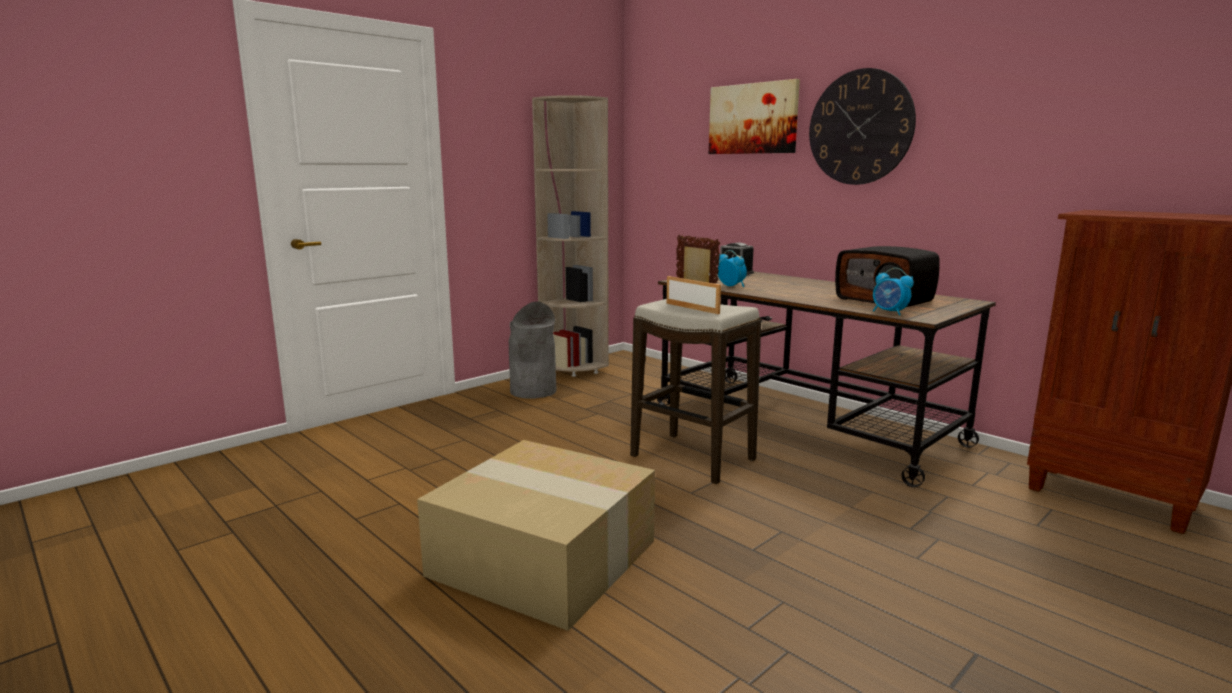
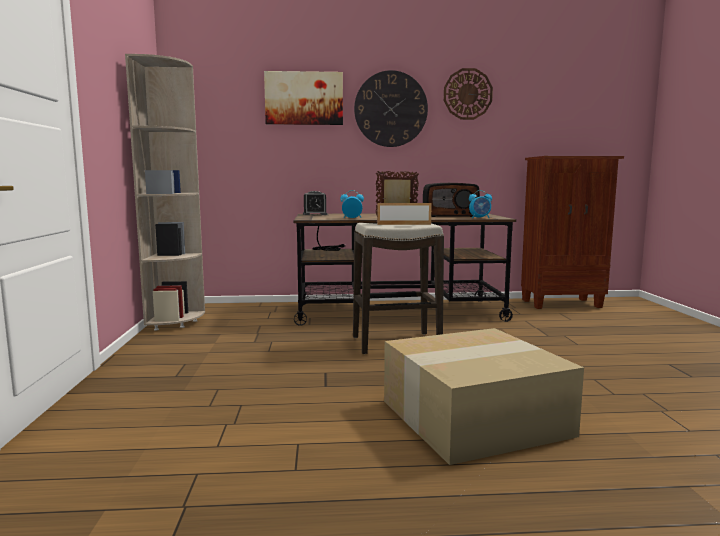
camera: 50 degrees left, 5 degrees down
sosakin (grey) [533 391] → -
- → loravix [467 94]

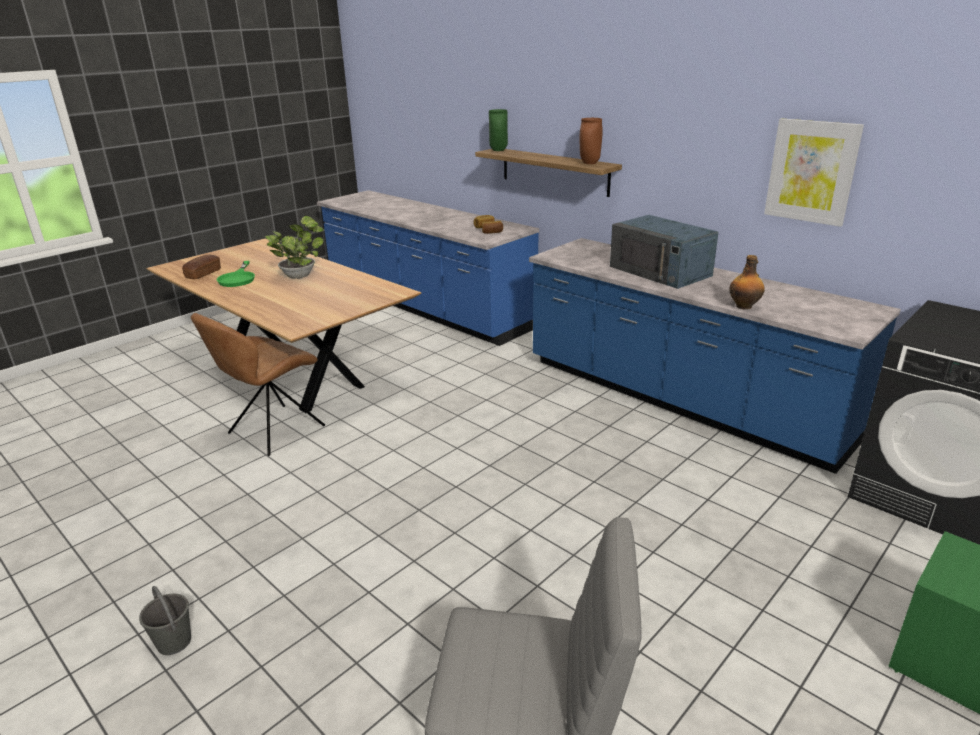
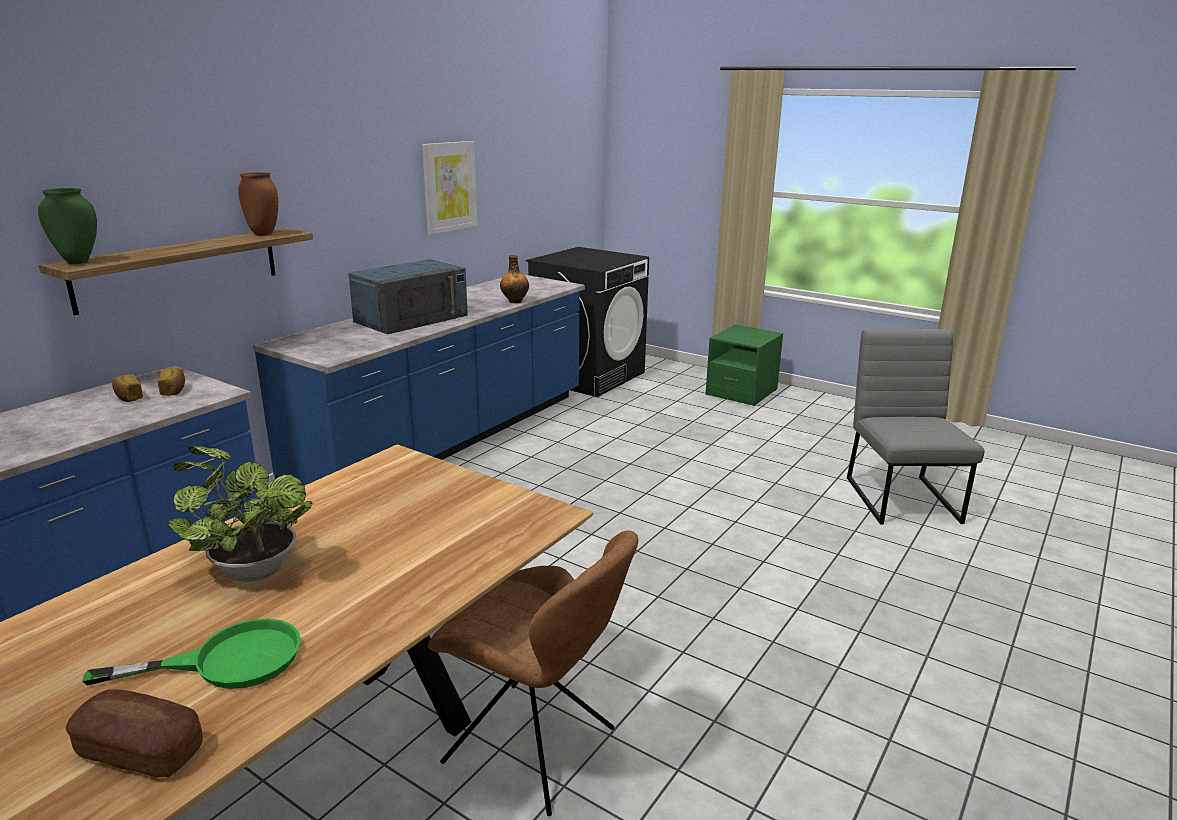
camera: 100 degrees left, 5 degrees down
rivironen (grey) [174 642] → -

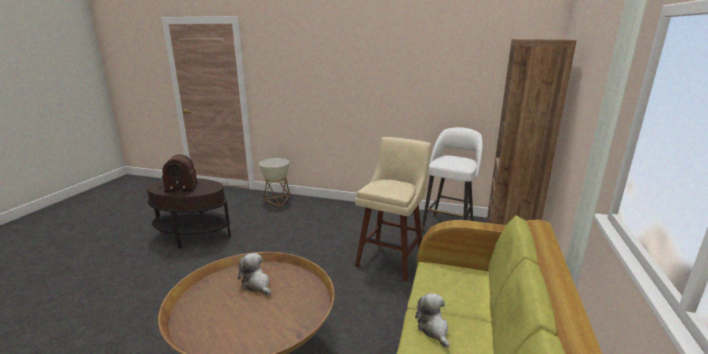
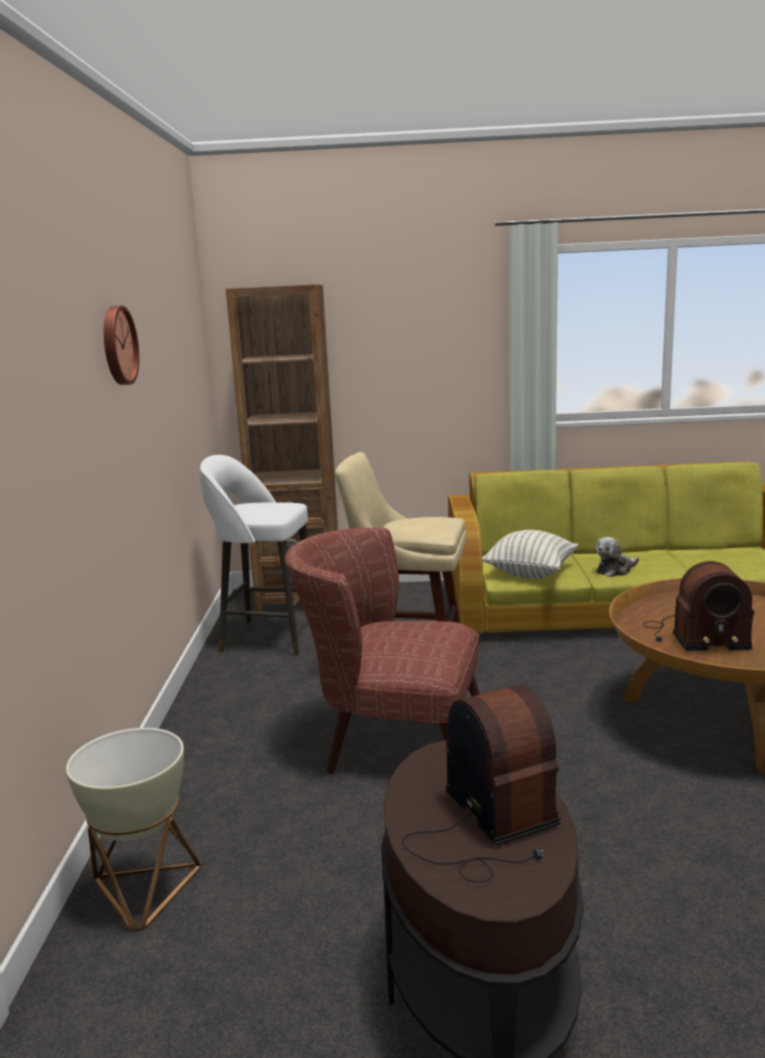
camera: 105 degrees left, 5 degrees down
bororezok [256 284] → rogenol [694 636]
- → loravix [117 345]
- → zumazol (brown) [390 741]
- → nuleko [530 573]

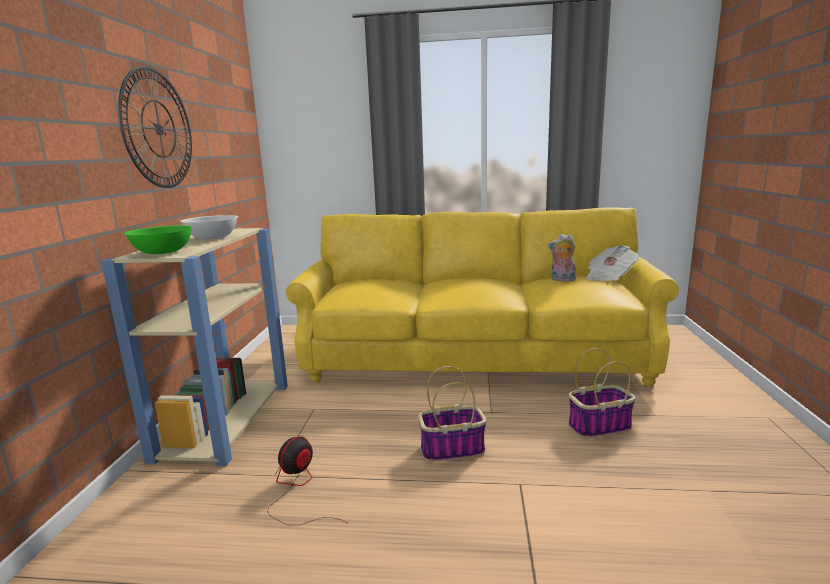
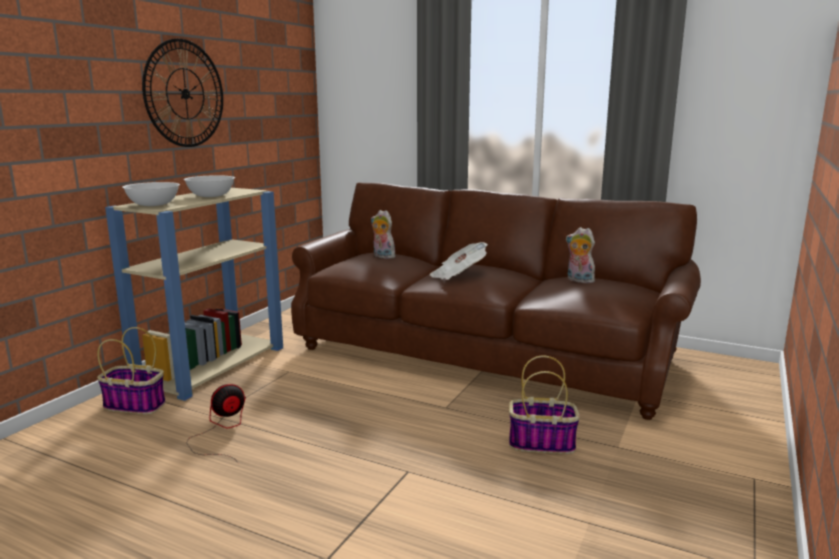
camera: 20 degrees right, 0 degrees up
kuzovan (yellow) [474 357] → kuzovan (brown) [483 354]
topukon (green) [163 252] → topukon (white) [154 205]
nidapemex [608 277] → nidapemex [458 275], move
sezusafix [453 449] → sezusafix [136 405], move
- → bororezok [382 256]

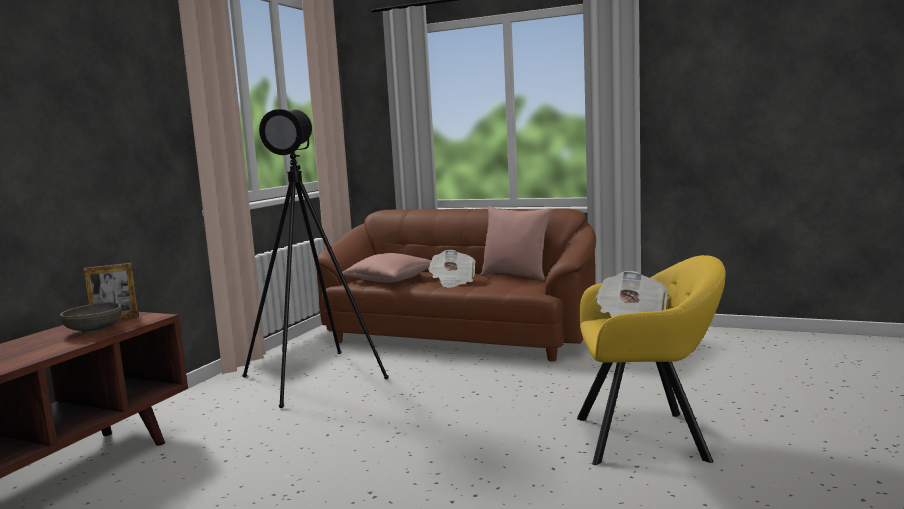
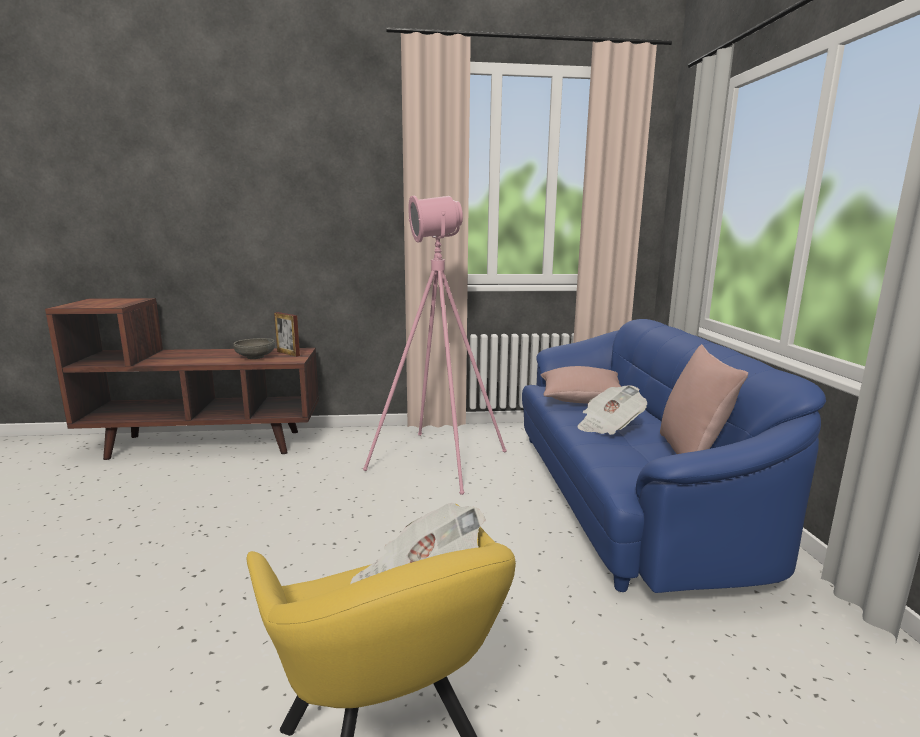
camera: 60 degrees right, 5 degrees up
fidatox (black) [313 378] → fidatox (pink) [437 461]
kuzovan (brown) [457 336] → kuzovan (blue) [624 494]

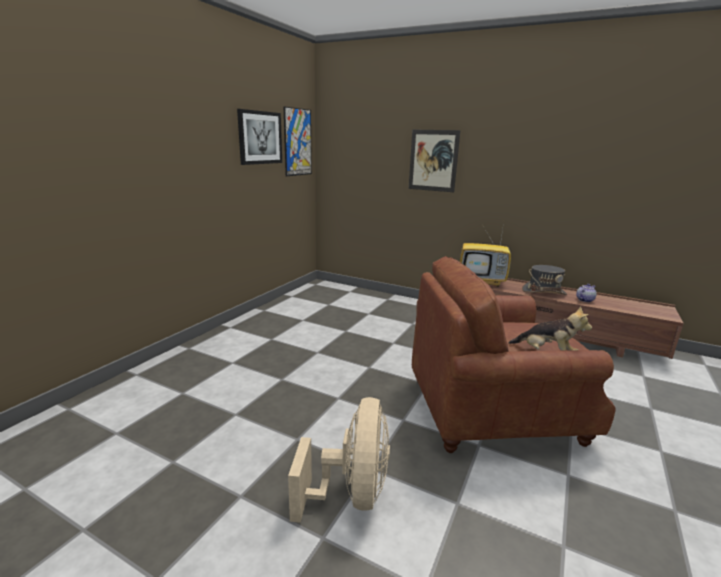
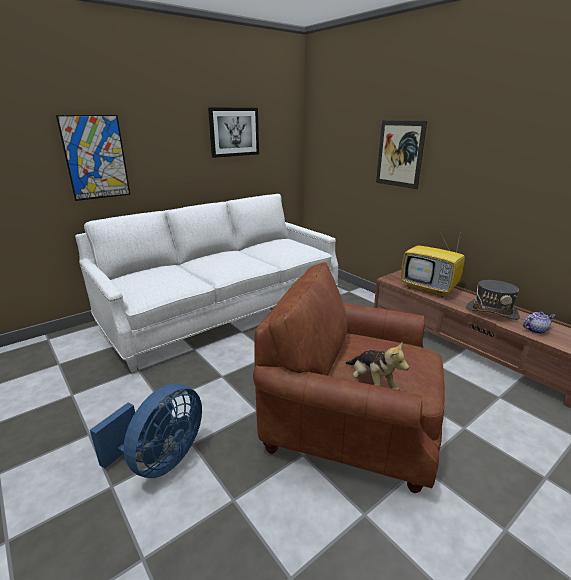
camera: 25 degrees right, 5 degrees up
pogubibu [298 142] → pogubibu [96 157], move
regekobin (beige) [351 494] → regekobin (blue) [160 460]
- → kuzovan (white) [222 309]

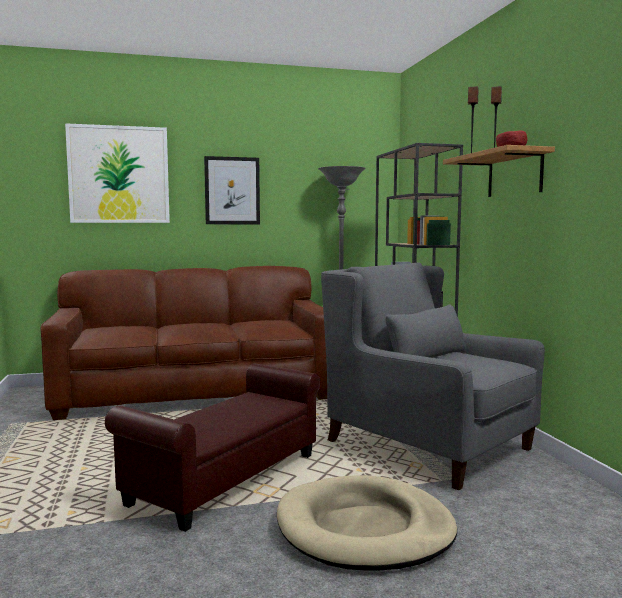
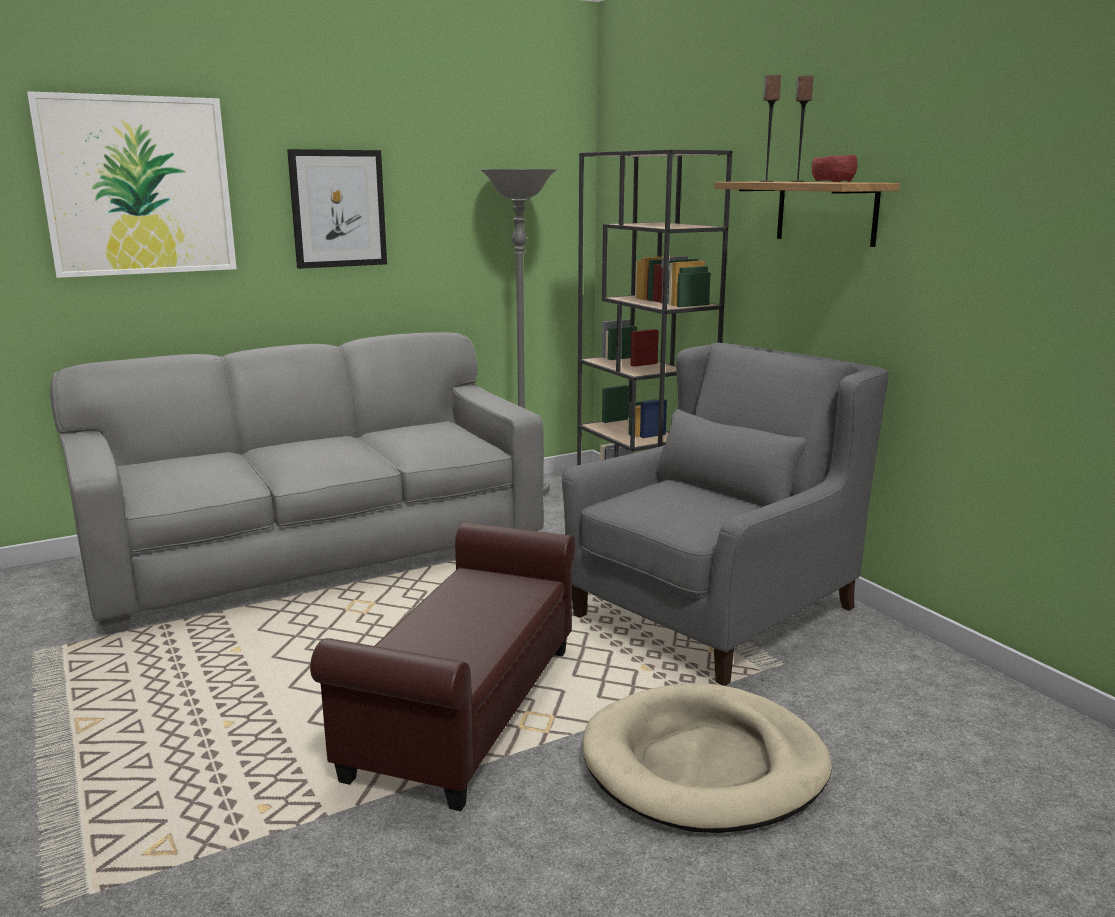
camera: 15 degrees left, 10 degrees up
zumazol (grey) [428 445] → zumazol (grey) [714 612], 105 degrees clockwise
kuzovan (brown) [195 392] → kuzovan (grey) [316 552]

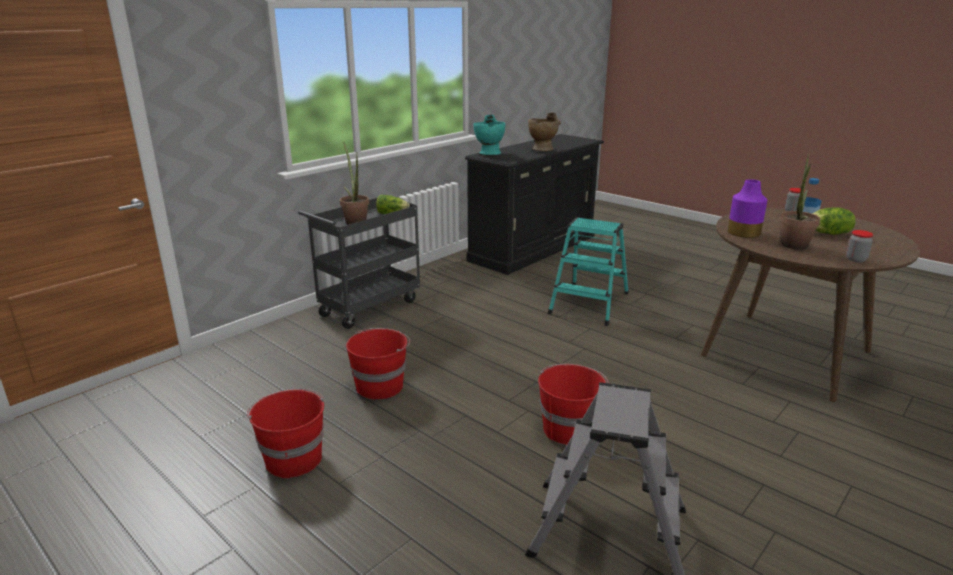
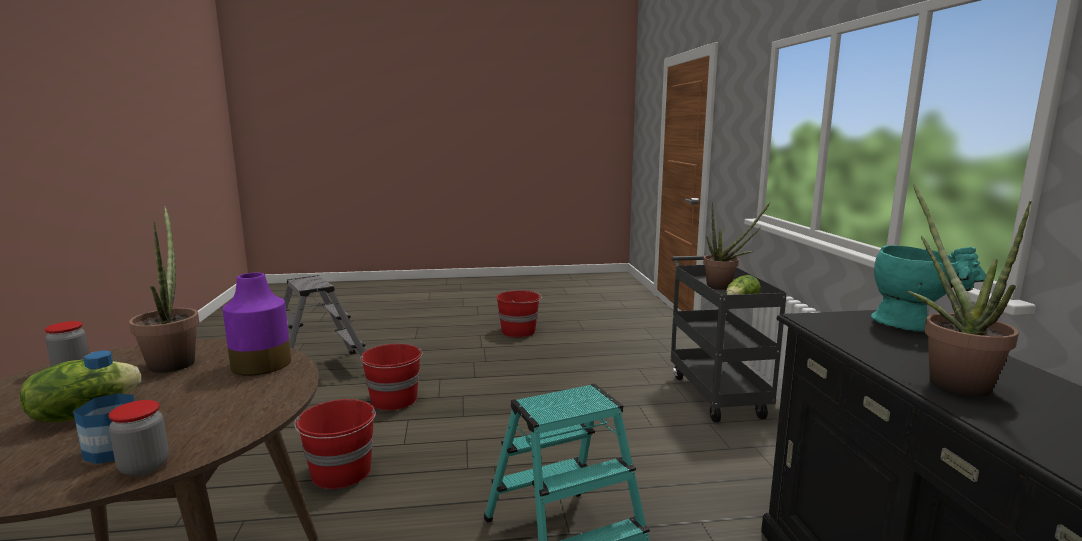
camera: 130 degrees right, 10 degrees down
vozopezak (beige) [543 149] → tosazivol [948 381]
rivironen (red) [380 386] → rivironen (red) [341 473], move

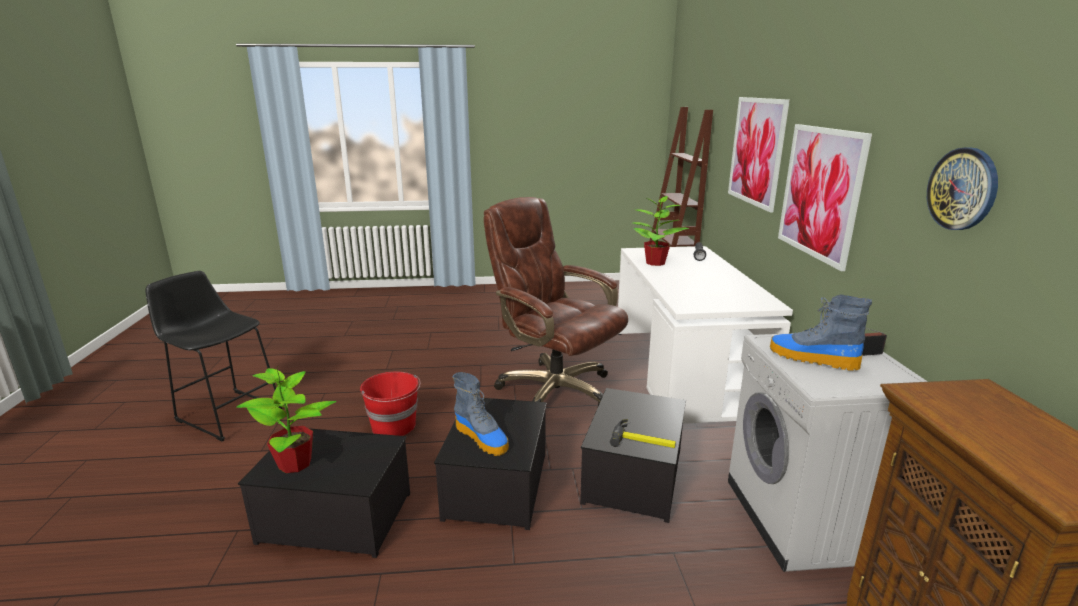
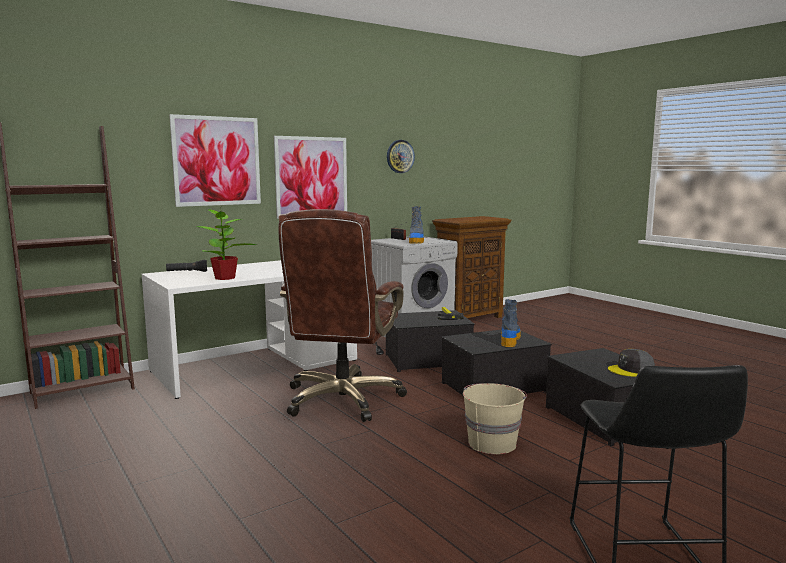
camera: 120 degrees left, 10 degrees down
tosazivol [296 464] → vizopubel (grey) [631 370]
rivironen (red) [394 426] → rivironen (beige) [492 442]

